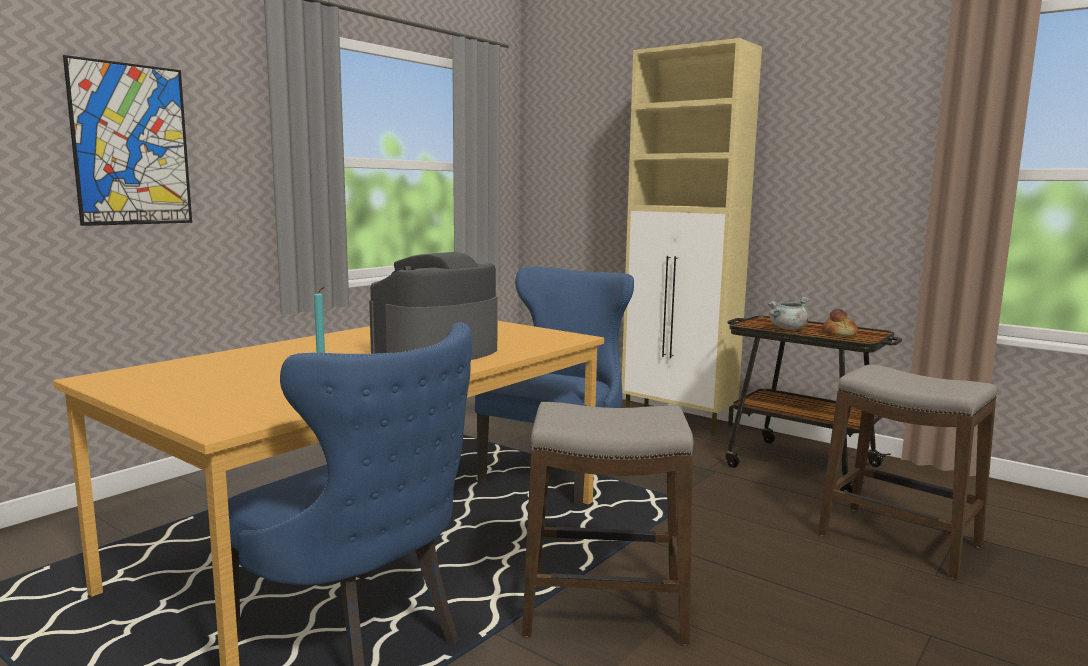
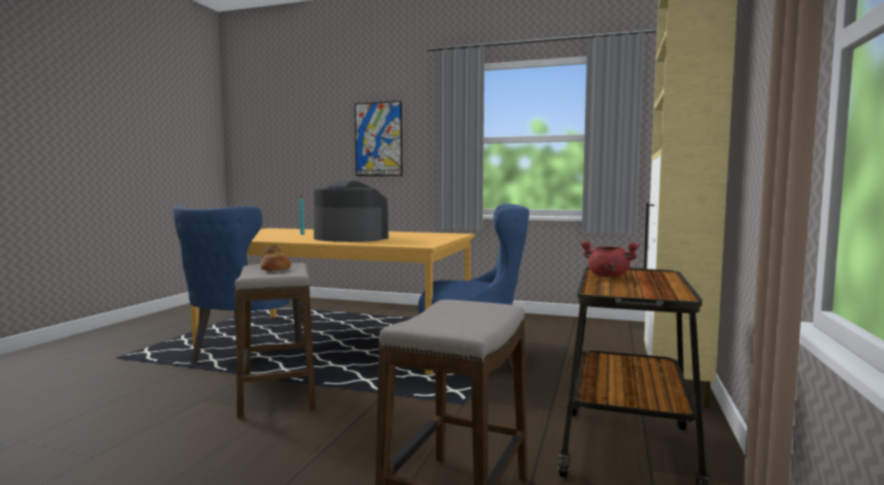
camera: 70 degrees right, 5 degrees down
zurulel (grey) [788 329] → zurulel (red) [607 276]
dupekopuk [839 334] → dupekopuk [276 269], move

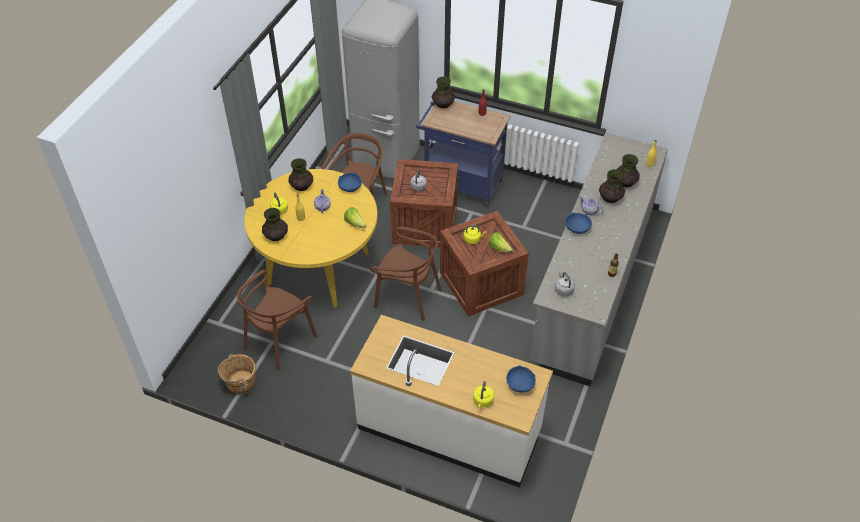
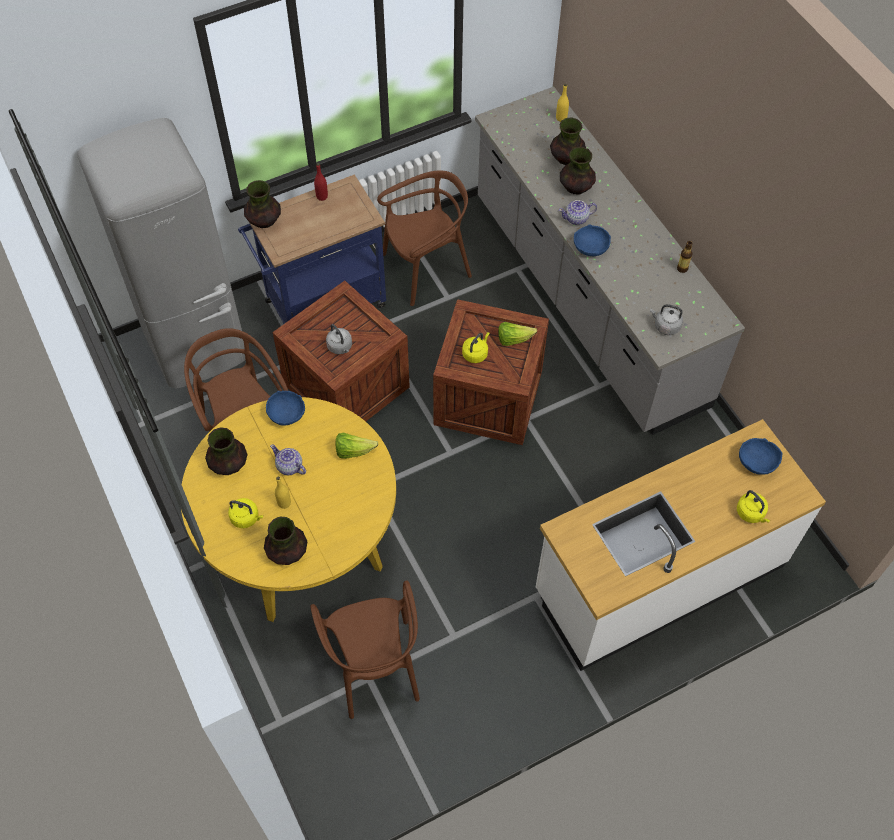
camera: 50 degrees left, 10 degrees up
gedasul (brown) [407 296] → gedasul (brown) [426 268], move
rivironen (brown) [240 383] → -

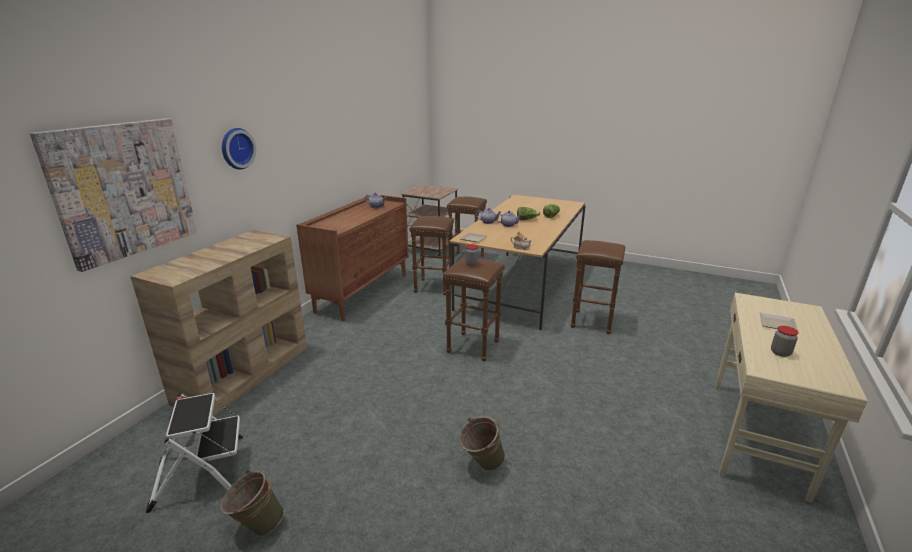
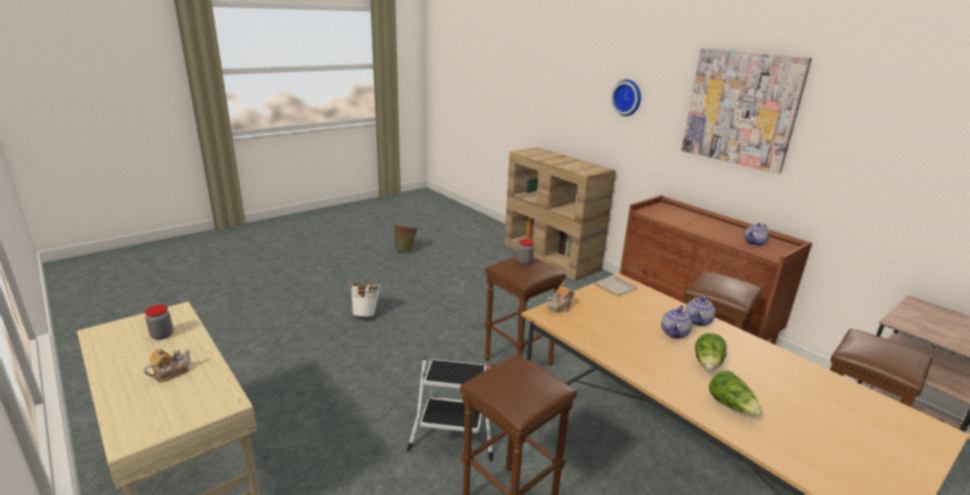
camera: 115 degrees right, 0 degrees up
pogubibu [124 190] → pogubibu [741 108], move
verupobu [778 325] → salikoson [171 373]
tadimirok [201 472] → tadimirok [455 428], move
rivironen (green) [481 465] → rivironen (white) [366 314]

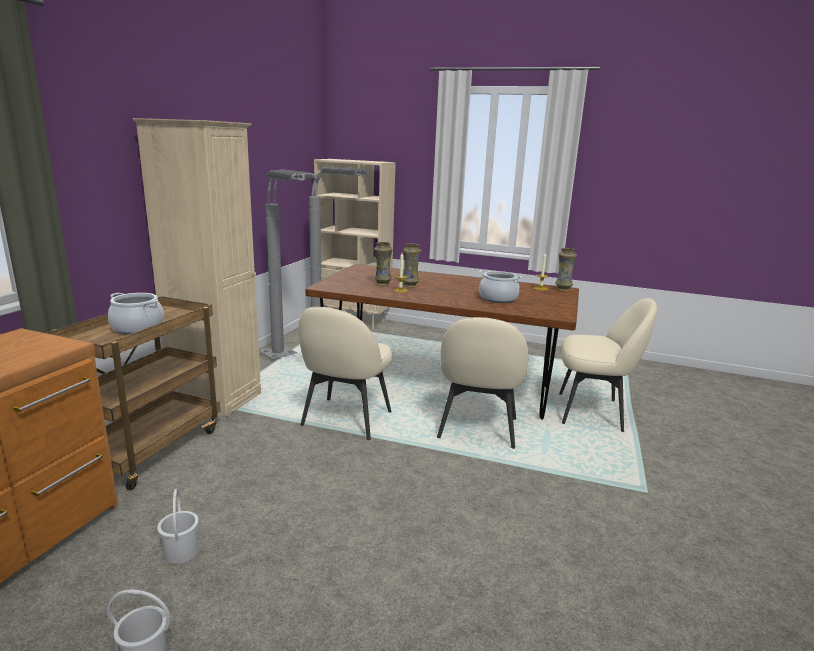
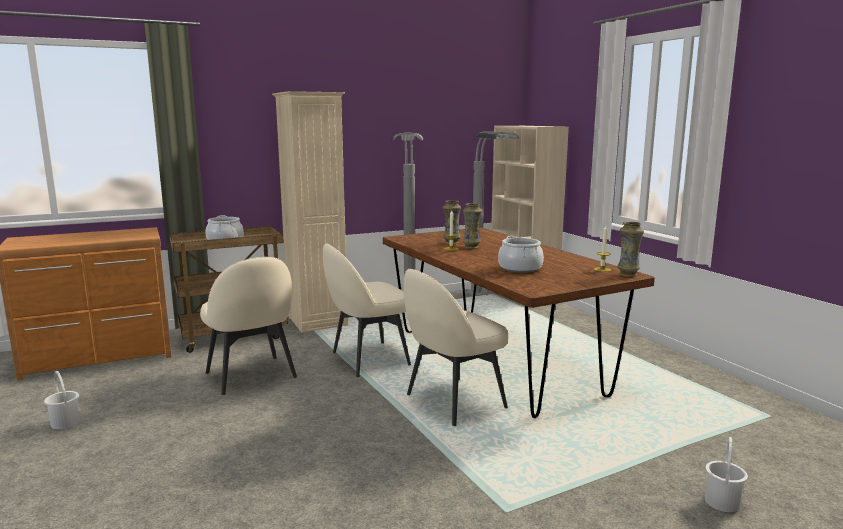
camera: 45 degrees right, 5 degrees down
gedasul (beige) [592 412] → gedasul (beige) [251 376], move
rivironen (white) [180 552] → rivironen (white) [721 502], move

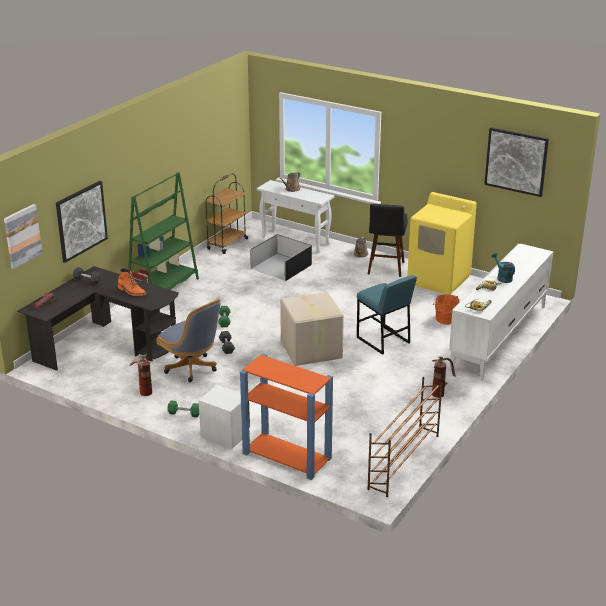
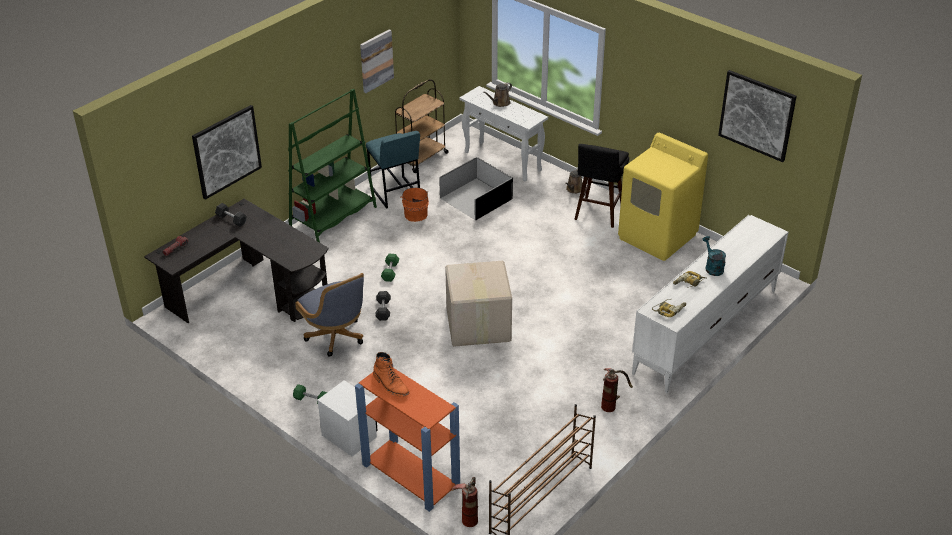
camera: 10 degrees right, 10 degrees up
pogubibu [22 236] → pogubibu [376 60], move
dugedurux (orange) [131 291] → dugedurux (orange) [391 385], move
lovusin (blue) [384 341] → lovusin (blue) [395 193], move
rivironen (orange) [445 318] → rivironen (orange) [415 214], move
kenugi [145 390] → kenugi [468 515], move

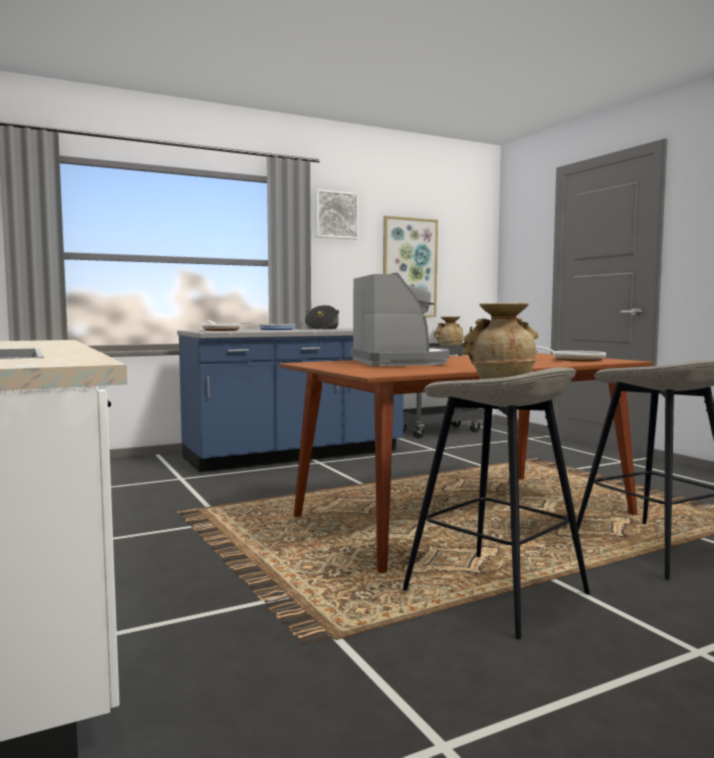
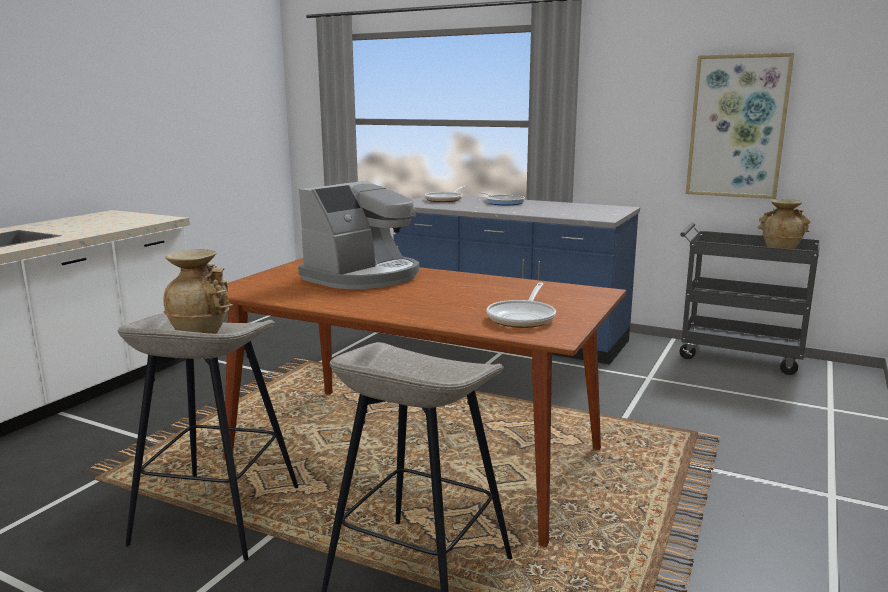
camera: 55 degrees right, 10 degrees up
pogubibu [335 215] → -
zurulel [321 329] → -

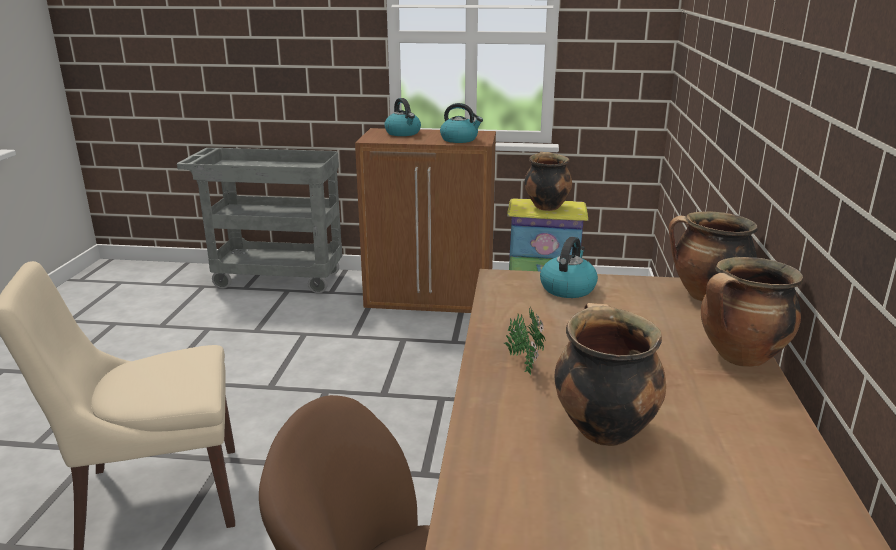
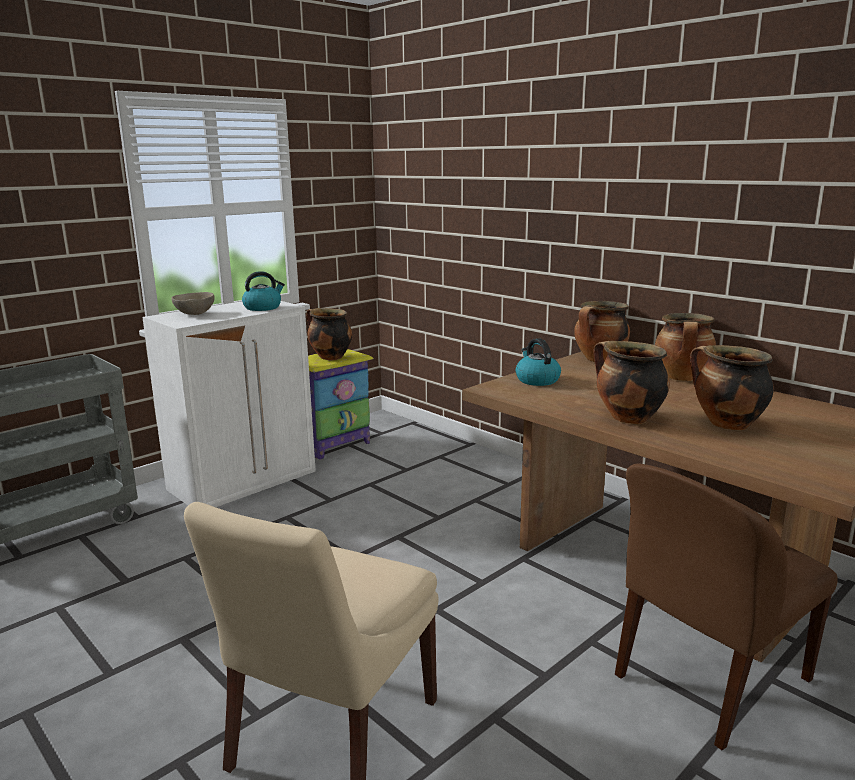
camera: 50 degrees left, 5 degrees down
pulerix [403 133] → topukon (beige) [194 313]
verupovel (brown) [430 297] → verupovel (white) [243 480]
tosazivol [523 363] → zurulel [627 418]

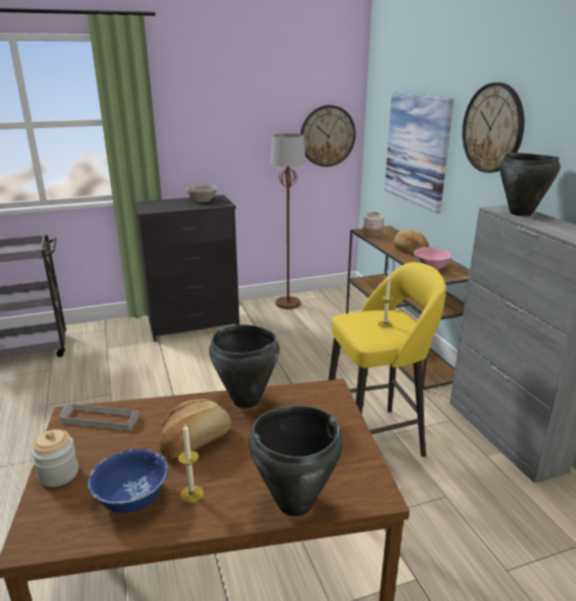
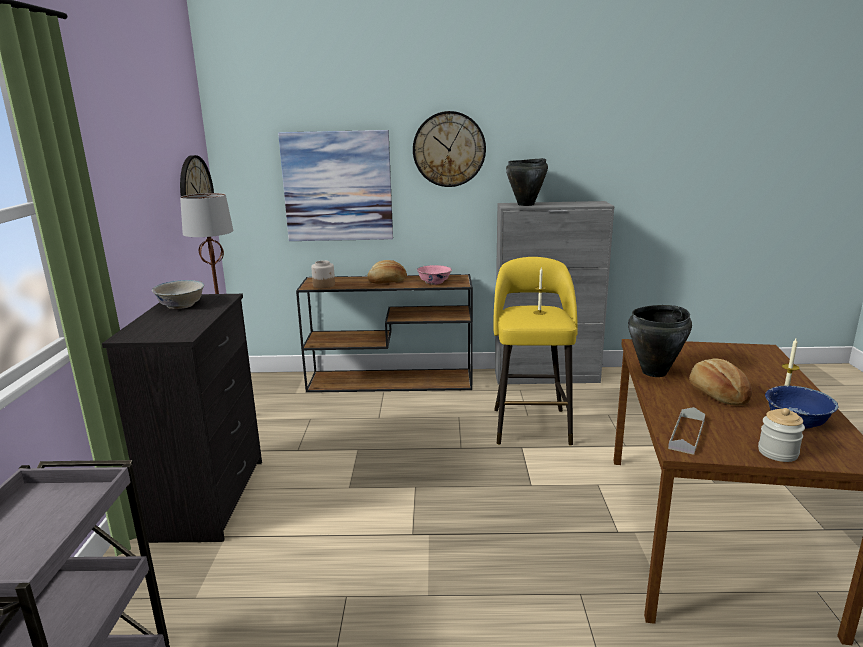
camera: 70 degrees left, 5 degrees down
zurulel (black) [294 503] → -

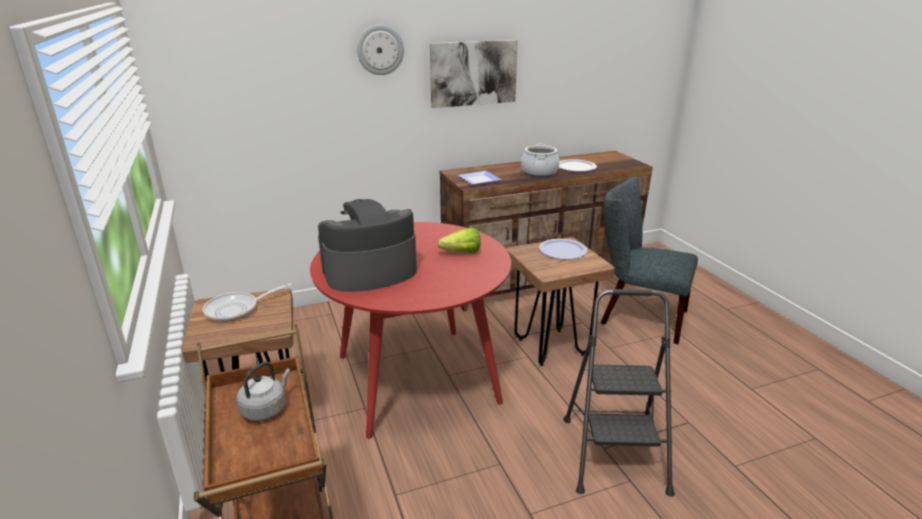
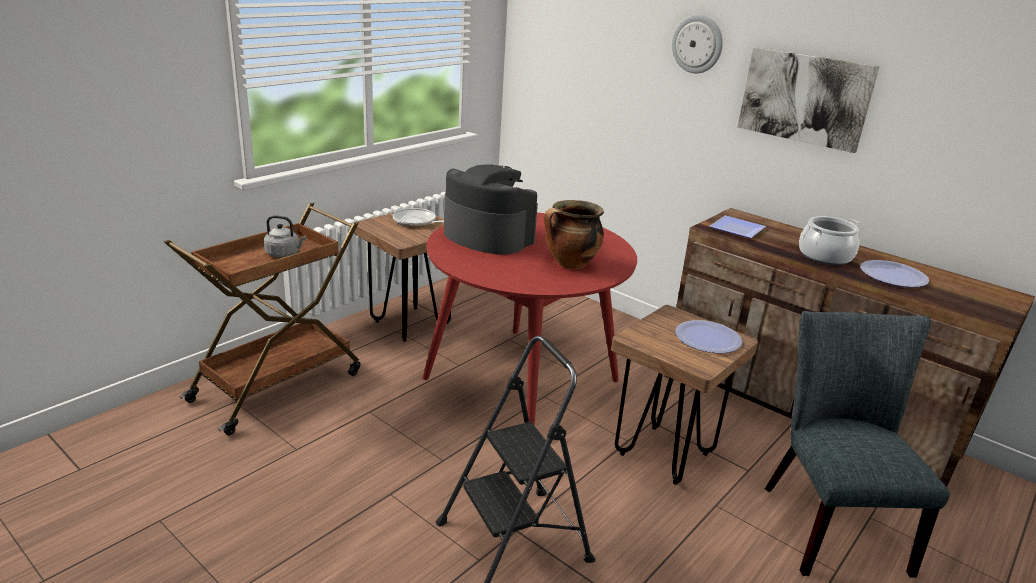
camera: 60 degrees right, 0 degrees up
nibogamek [458 253] → zurulel [570 264]

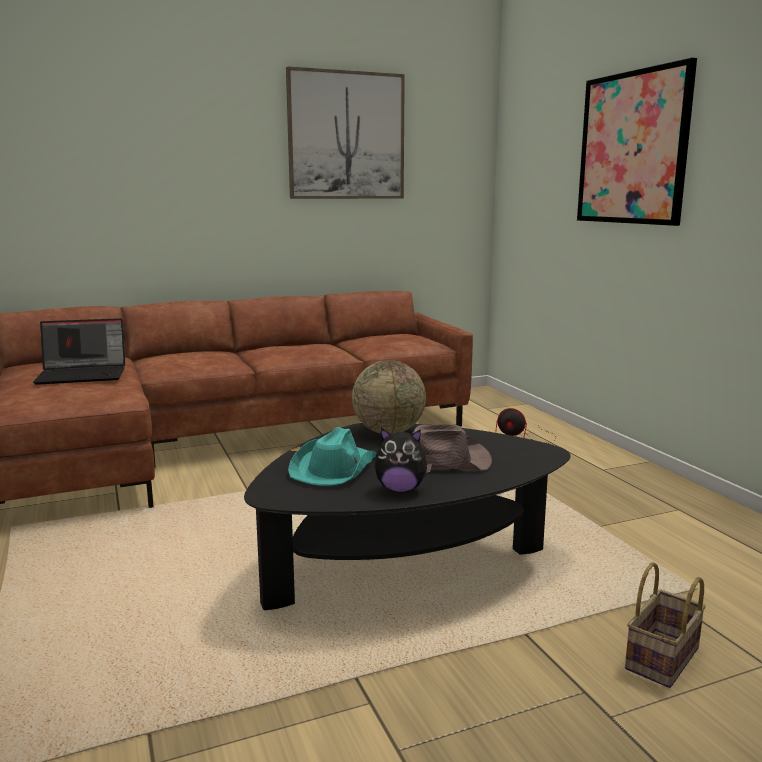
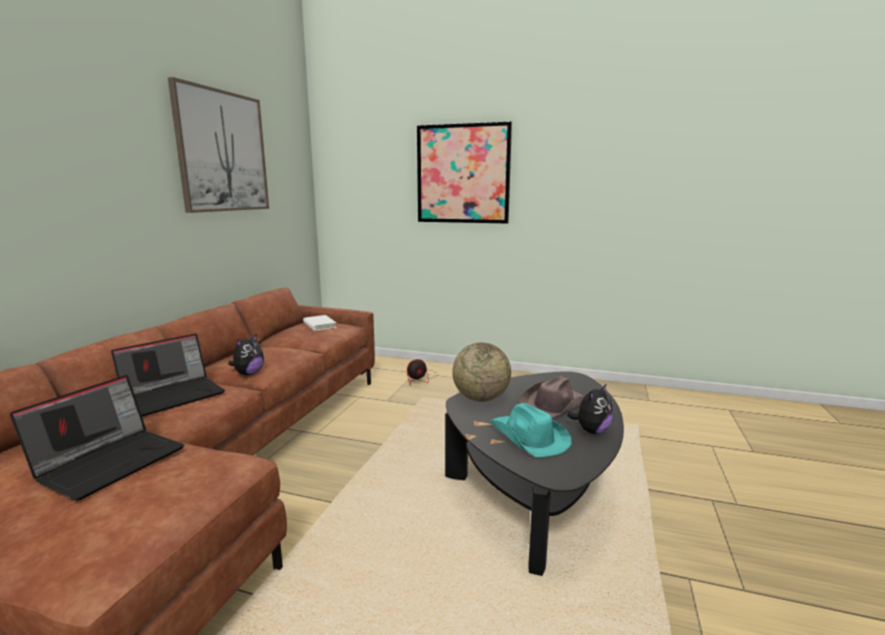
camera: 50 degrees left, 0 degrees up
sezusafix [663 660] → -
- → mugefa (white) [319 325]
- → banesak [174 395]
- → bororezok [248 373]

